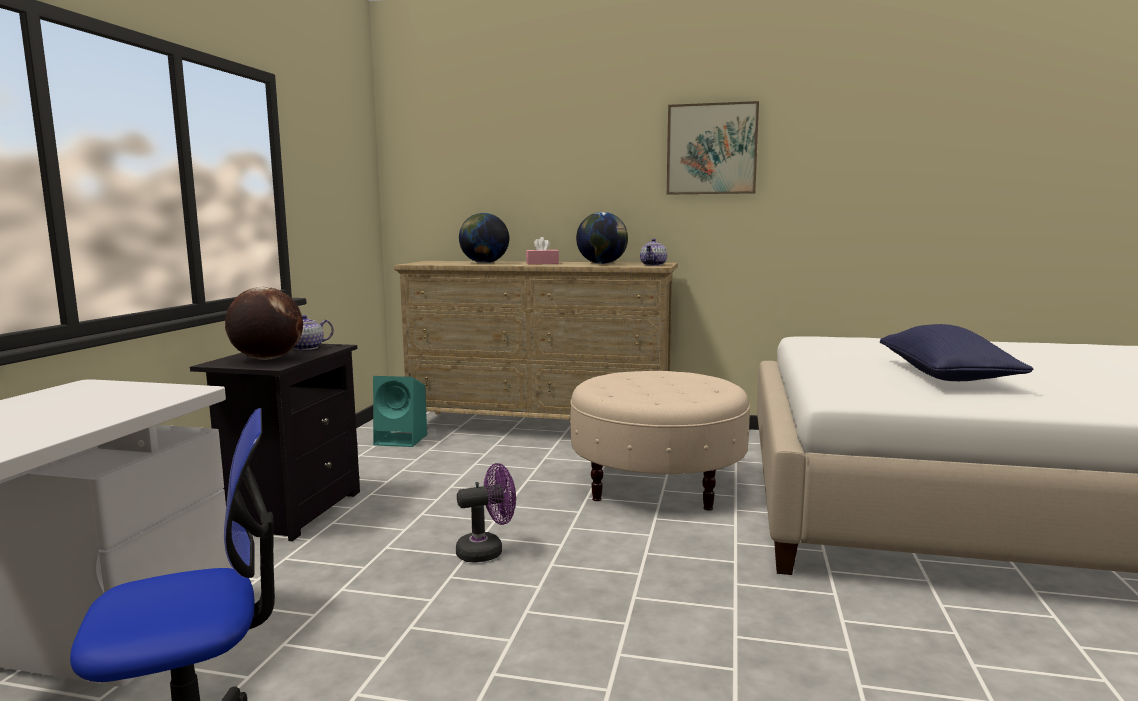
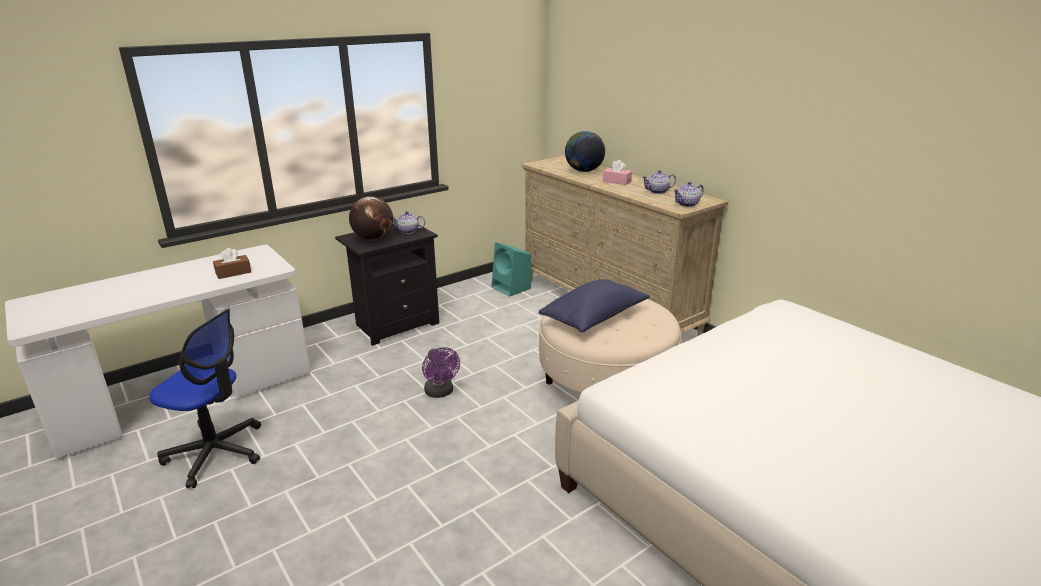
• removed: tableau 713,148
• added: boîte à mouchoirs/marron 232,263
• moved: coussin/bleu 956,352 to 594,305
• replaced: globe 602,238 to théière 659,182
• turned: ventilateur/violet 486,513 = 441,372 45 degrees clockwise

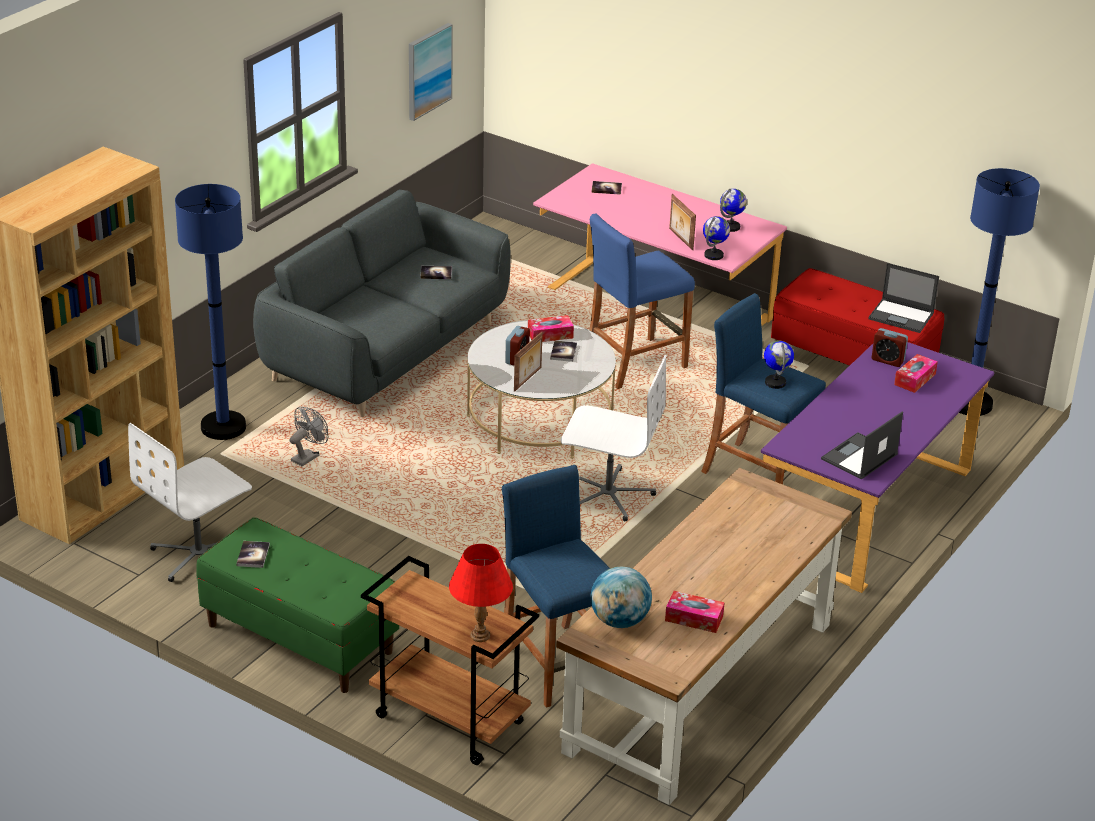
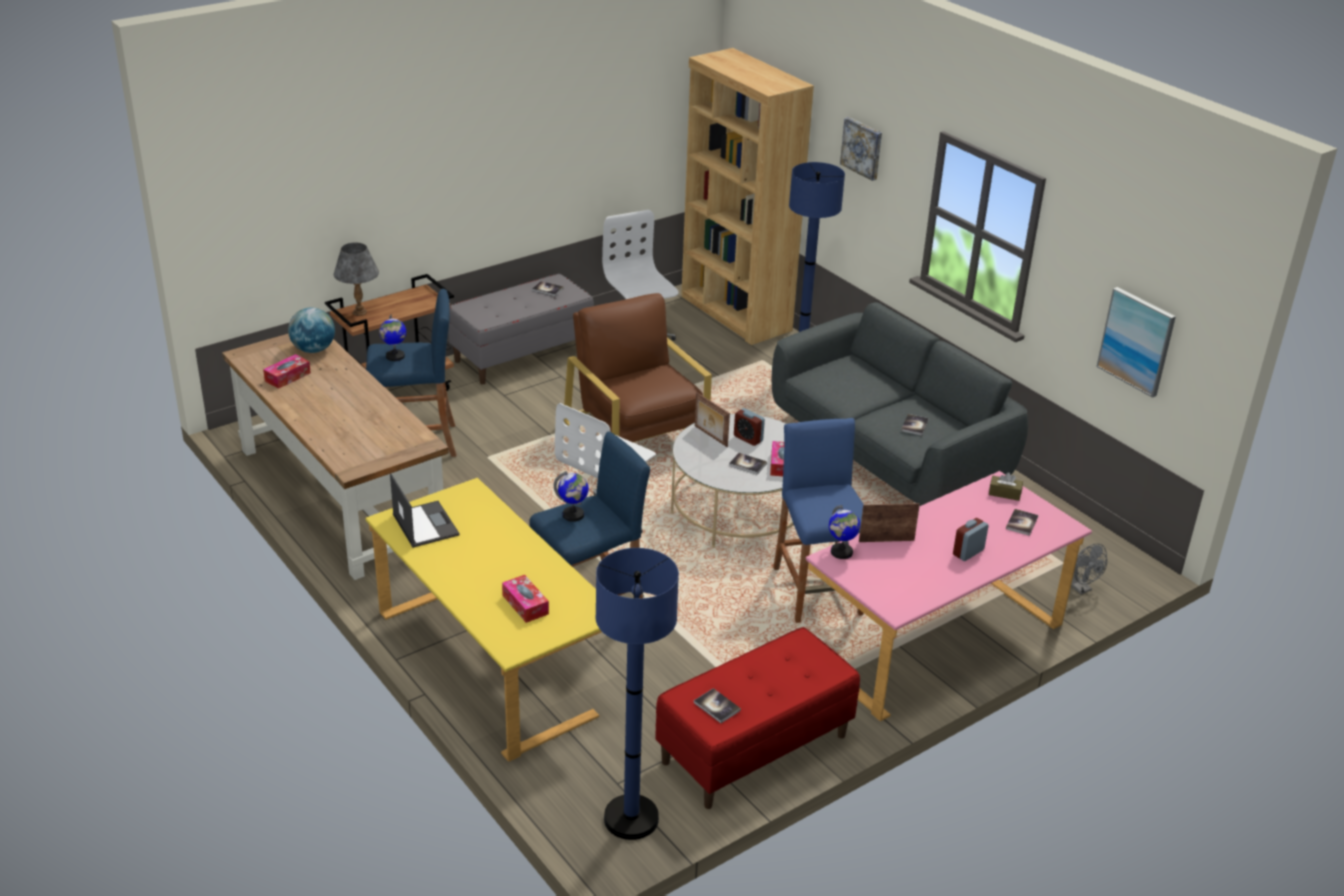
• added: fauteuil/marron 638,367
• added: tableau 861,149
• added: boîte à mouchoirs/marron 1006,486
• moved: ventilateur/gris 309,436 to 1089,569
• moved: globe 733,210 to 393,337
• moved: réveil 889,347 to 971,539
• replaced: ordinateur portable 903,298 to livre 717,705
• recoloured: banc/vert 298,605 to banc/gris 521,329
• recoloured: lampe de table/rouge 481,593 to lampe de table/gris 356,279
• recoloured: bureau/violet 877,467 to bureau/jaune 483,620

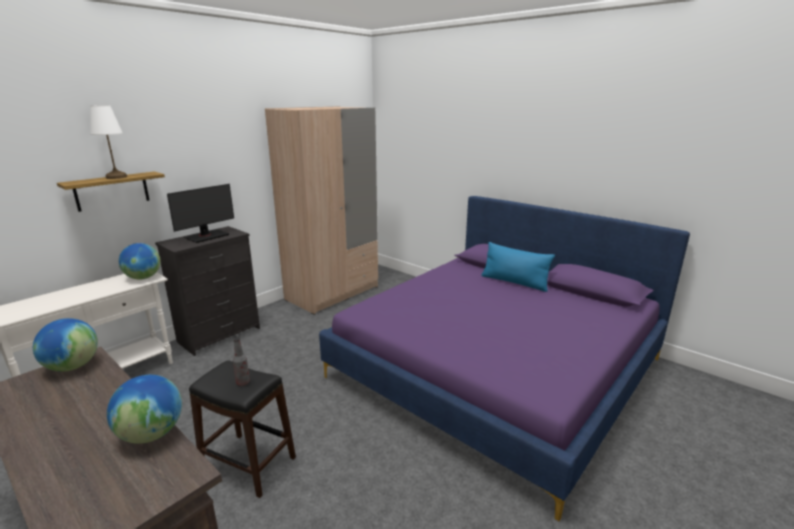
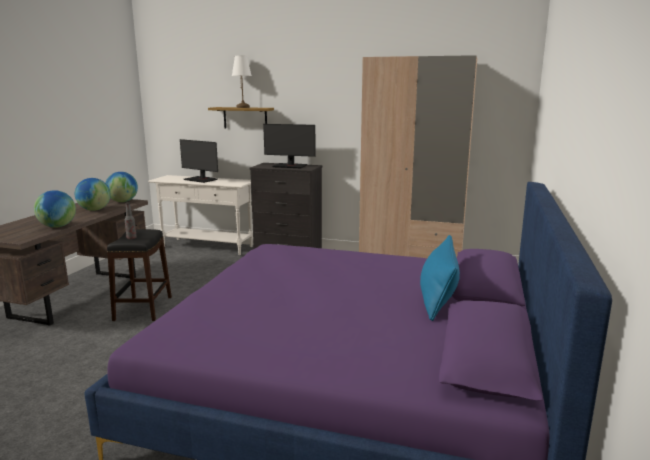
• added: écran d'ordinateur 199,161
• moved: globe 140,261 to 93,194

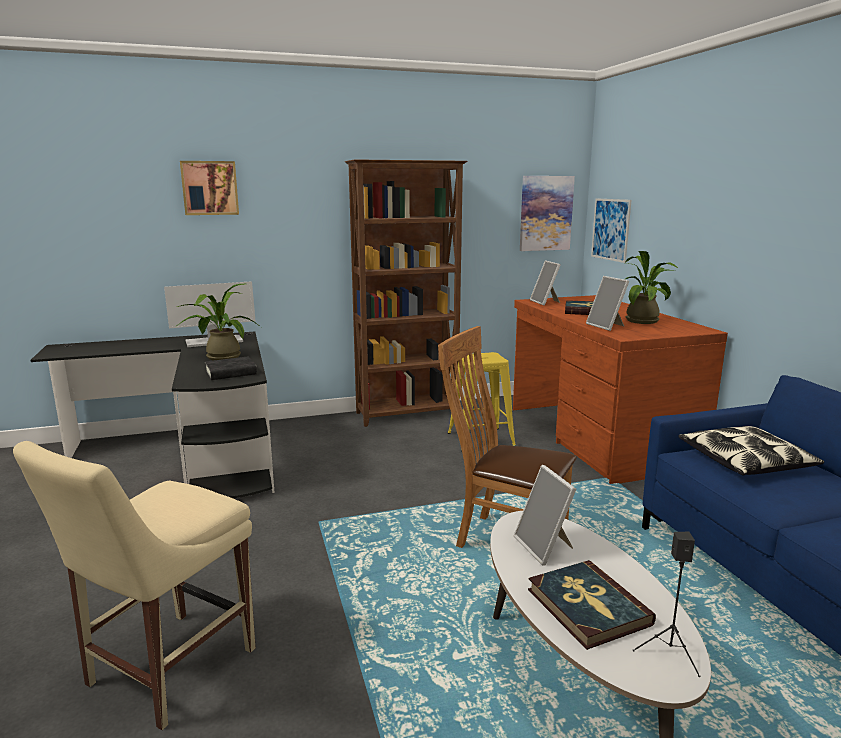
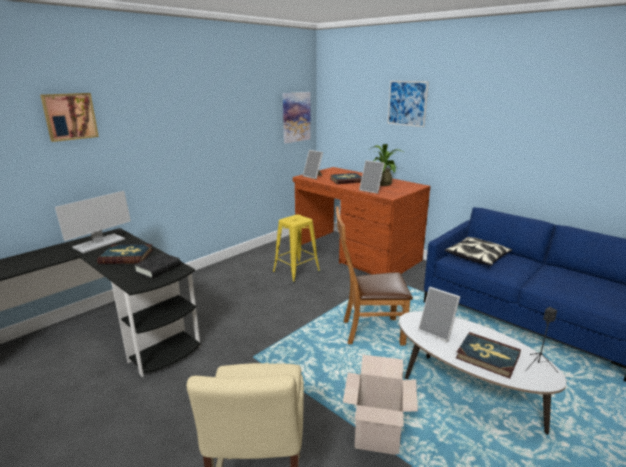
• removed: bibliothèque/marron 406,293
• added: carton 380,405
• moved: tableau 611,230 to 408,104
• replaced: plante en pot 218,322 to livre 125,254

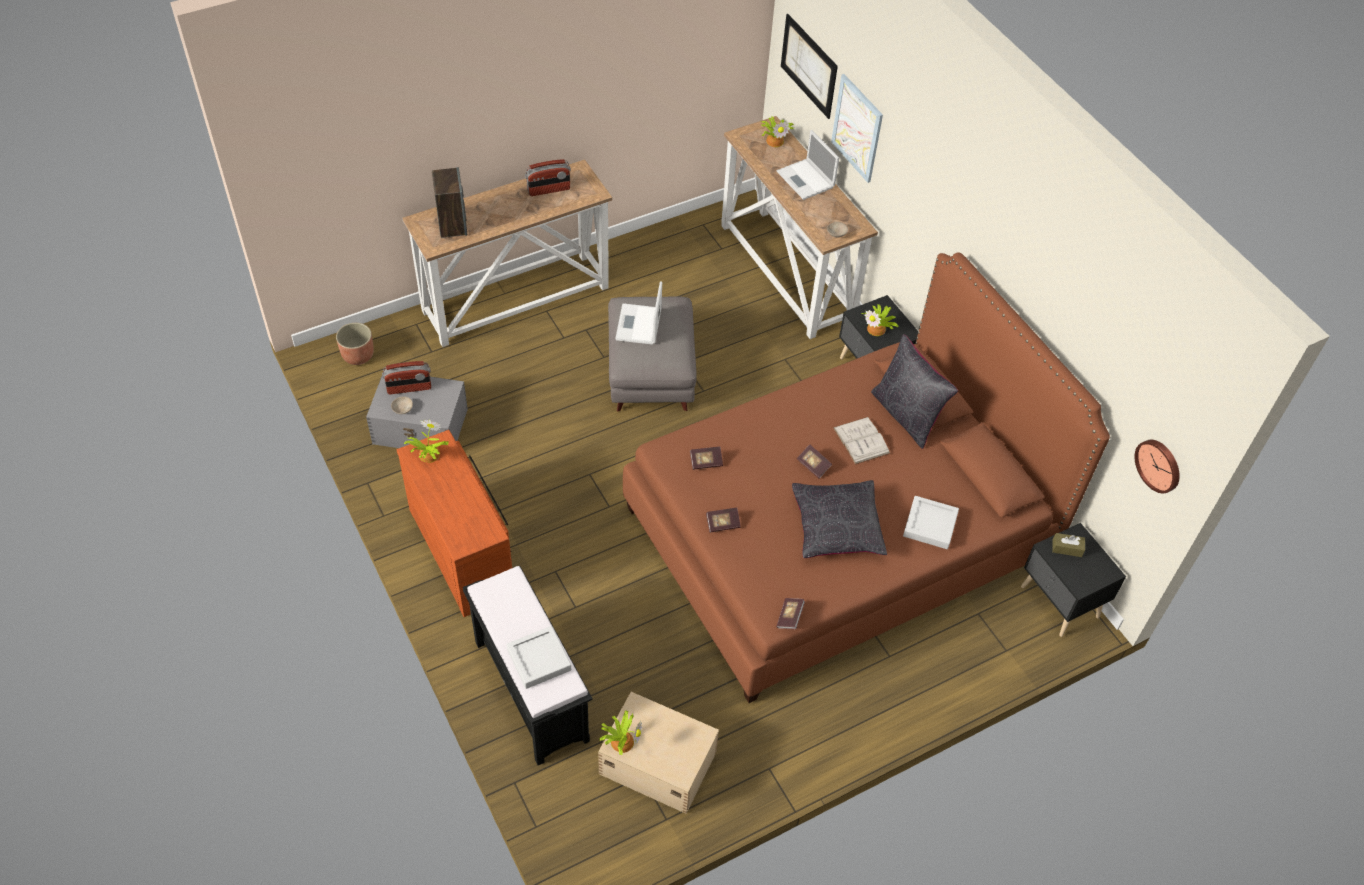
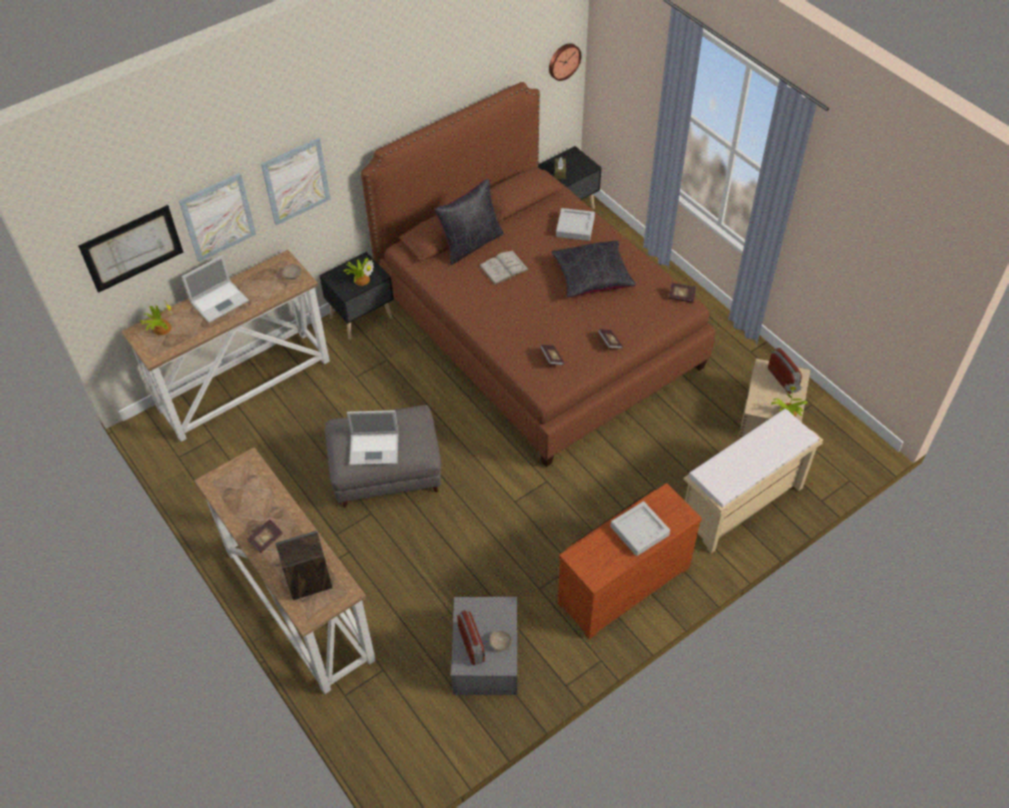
• removed: cache-pot 355,344
• removed: plante en pot 426,441
• added: tableau 296,181
• moved: plateau/gris 539,657 to 640,528
• moved: radio 548,177 to 785,371
• moved: livre 814,461 to 265,536
• recoloured: banc/noir 528,665 to banc/beige 753,481

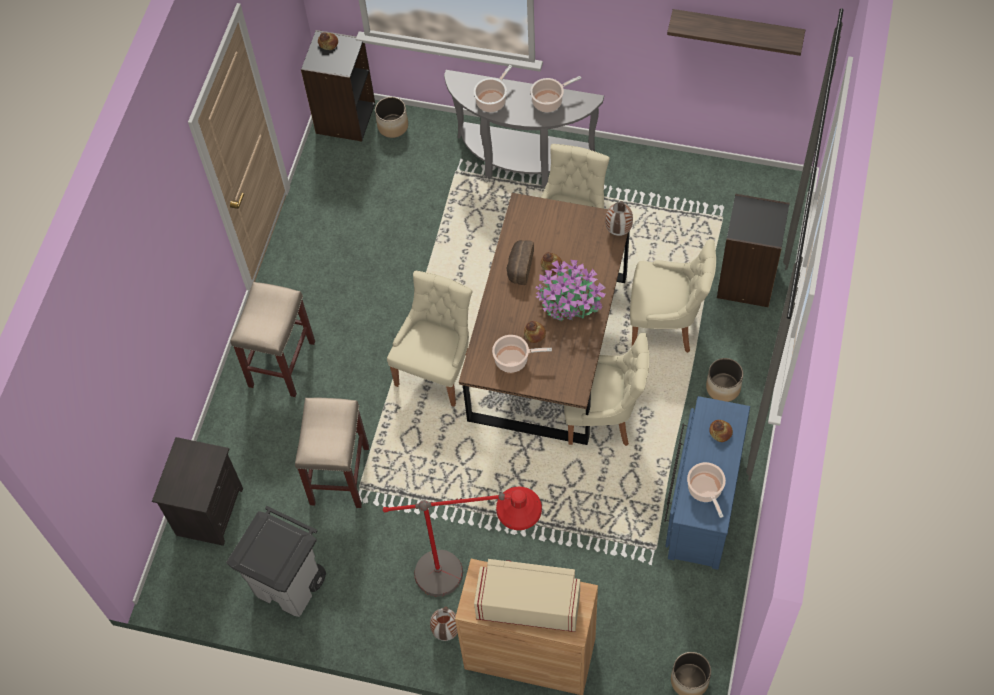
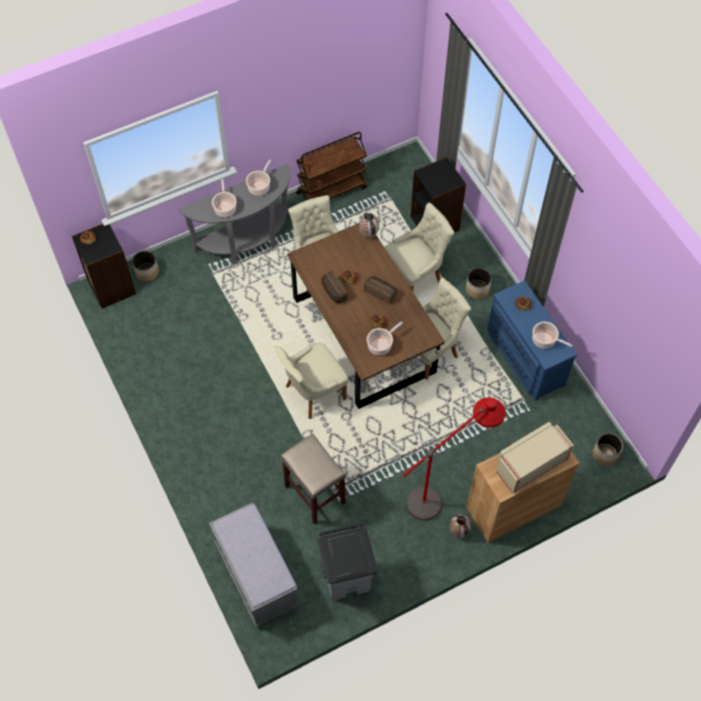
• removed: tabouret/beige 272,339
• removed: étagère 736,32
• added: chariot/marron 331,166
• replaced: table de chevet/noir 197,491 to banc/gris 254,564
• replaced: plante en pot 571,290 to pain 380,290
• turned: chaise/beige 429,339 = 311,380 105 degrees counterclockwise

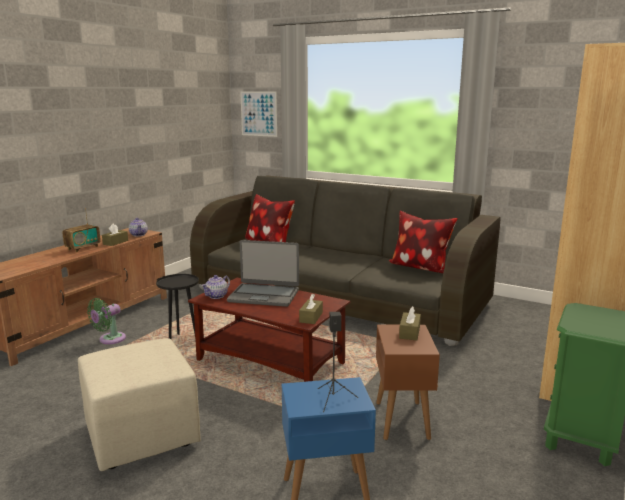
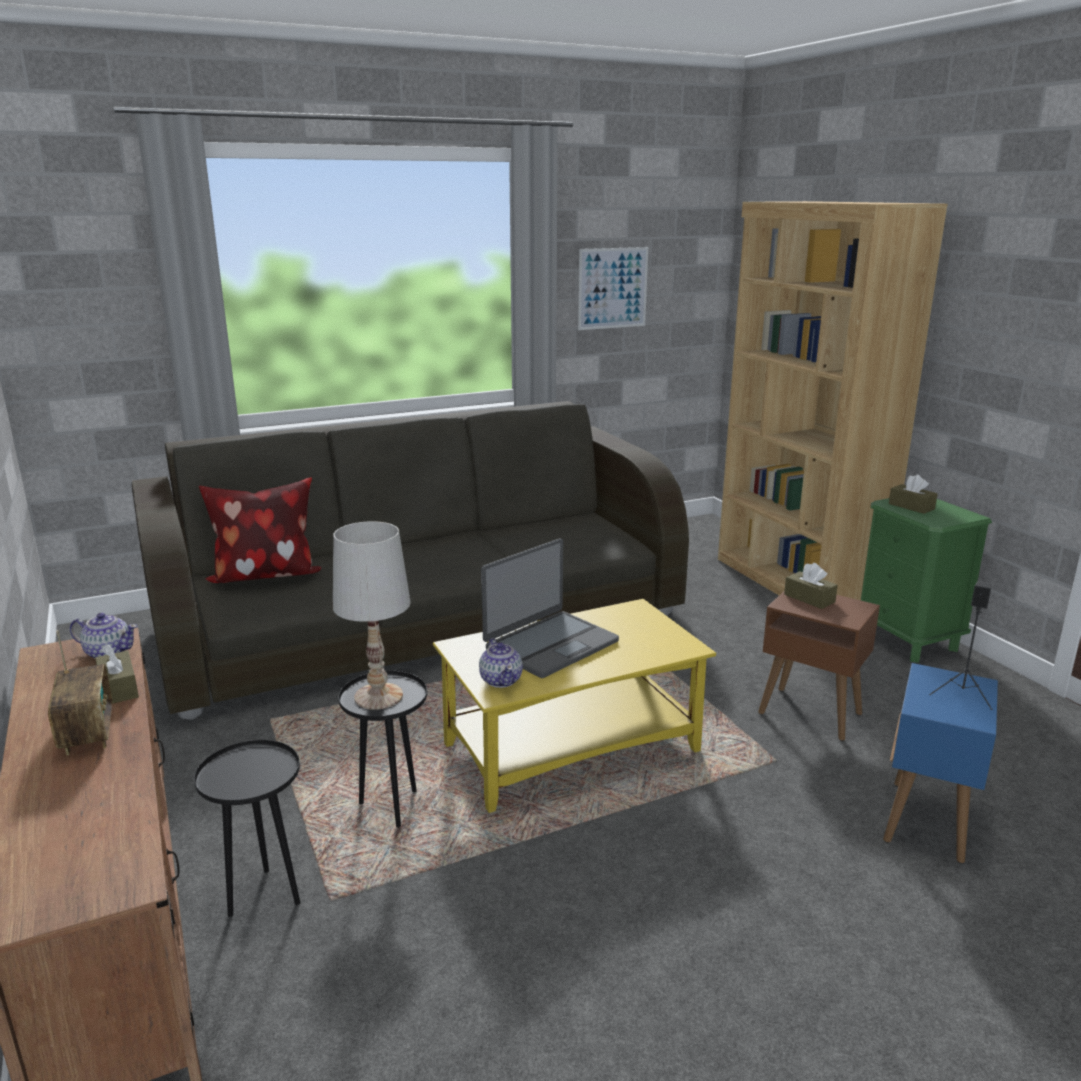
• removed: pouf/beige 139,404
• removed: coussin 423,241
• added: lampe de table/blanc 372,615
• moved: tableau 258,114 to 613,288
• moved: boîte à mouchoirs/marron 311,309 to 913,494
• replaced: ventilateur/vert 106,321 to table d'appoint/noir 247,828
• recoloured: table basse/marron 269,330 to table basse/jaune 574,706

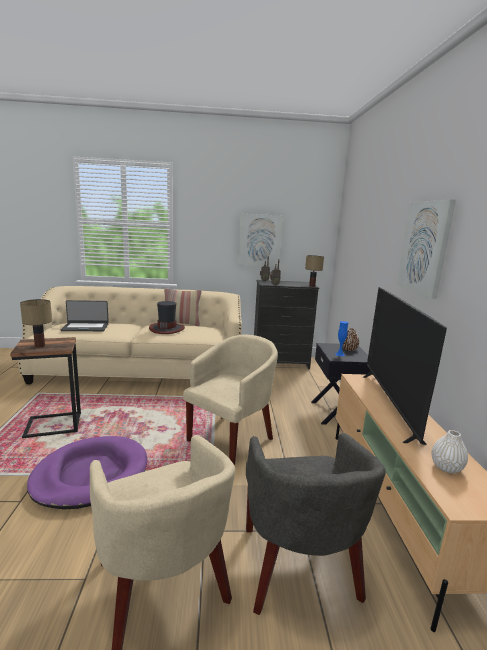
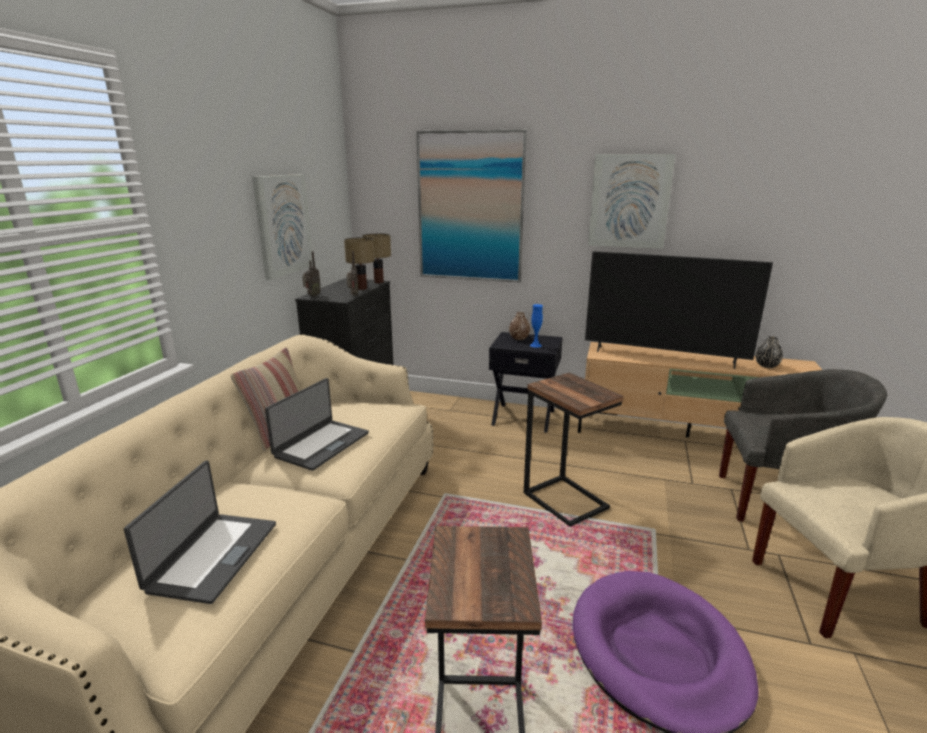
• added: tableau 471,205
• moved: lampe de table 36,323 to 359,263
• replaced: chapeau 167,317 to ordinateur portable 317,424
• replaced: fauteuil/beige 230,400 to table d'appoint 574,450
• recoloured: vase/blanc 450,451 to vase/noir 769,352

